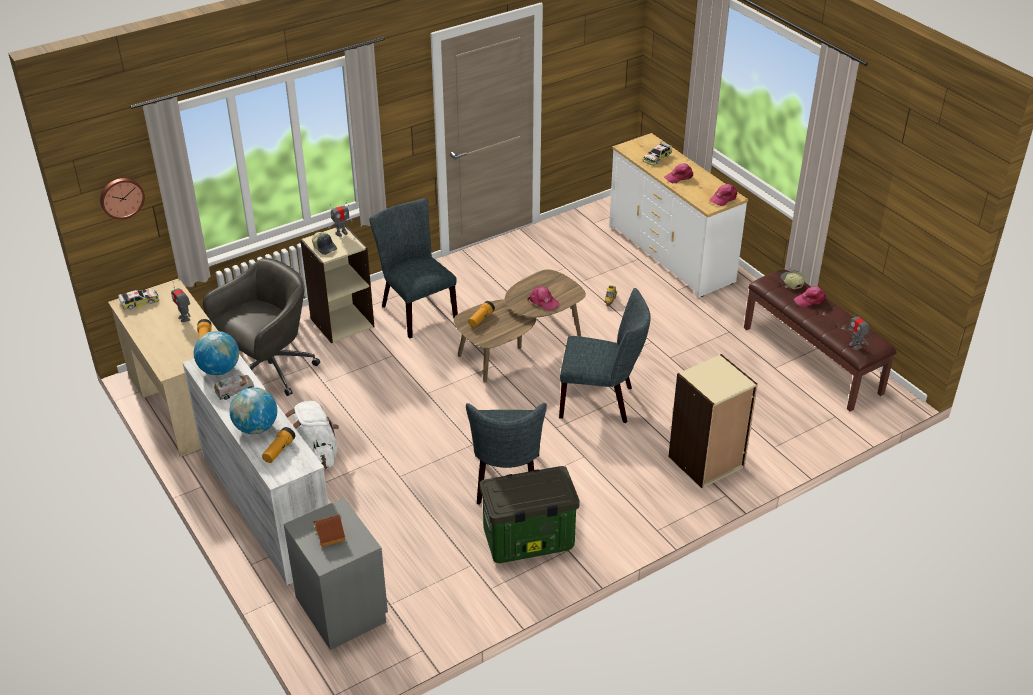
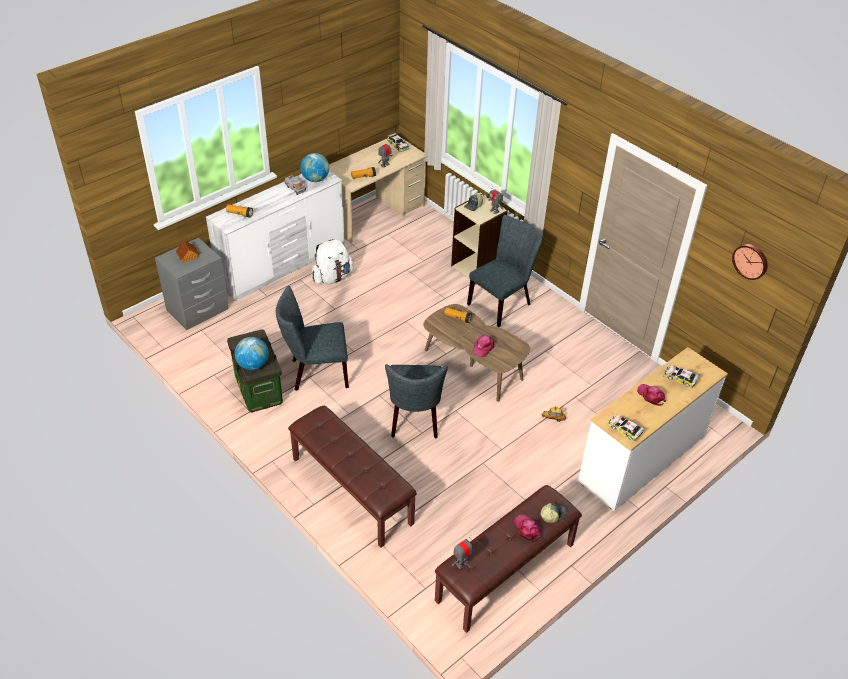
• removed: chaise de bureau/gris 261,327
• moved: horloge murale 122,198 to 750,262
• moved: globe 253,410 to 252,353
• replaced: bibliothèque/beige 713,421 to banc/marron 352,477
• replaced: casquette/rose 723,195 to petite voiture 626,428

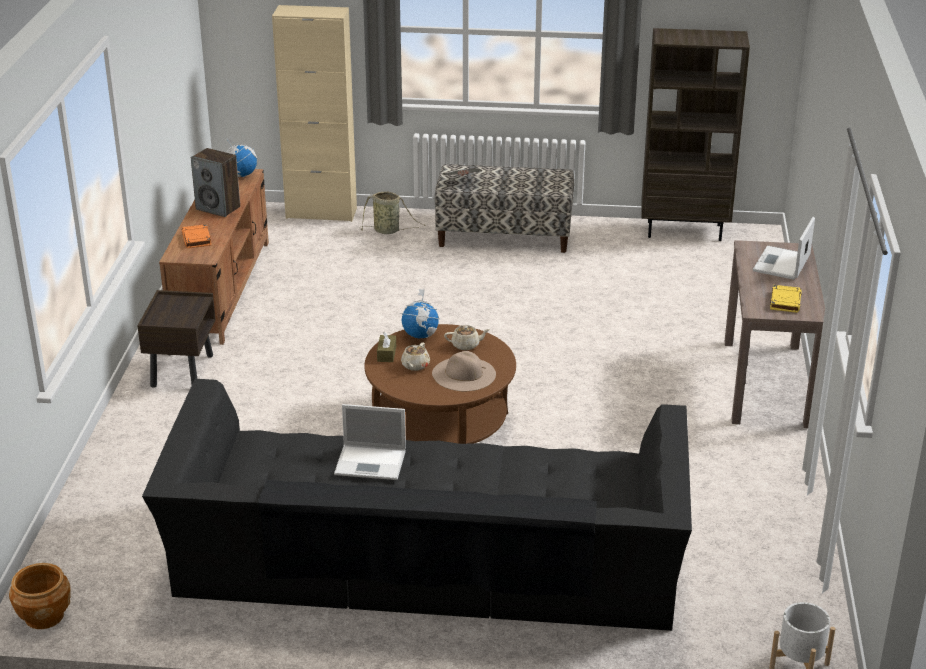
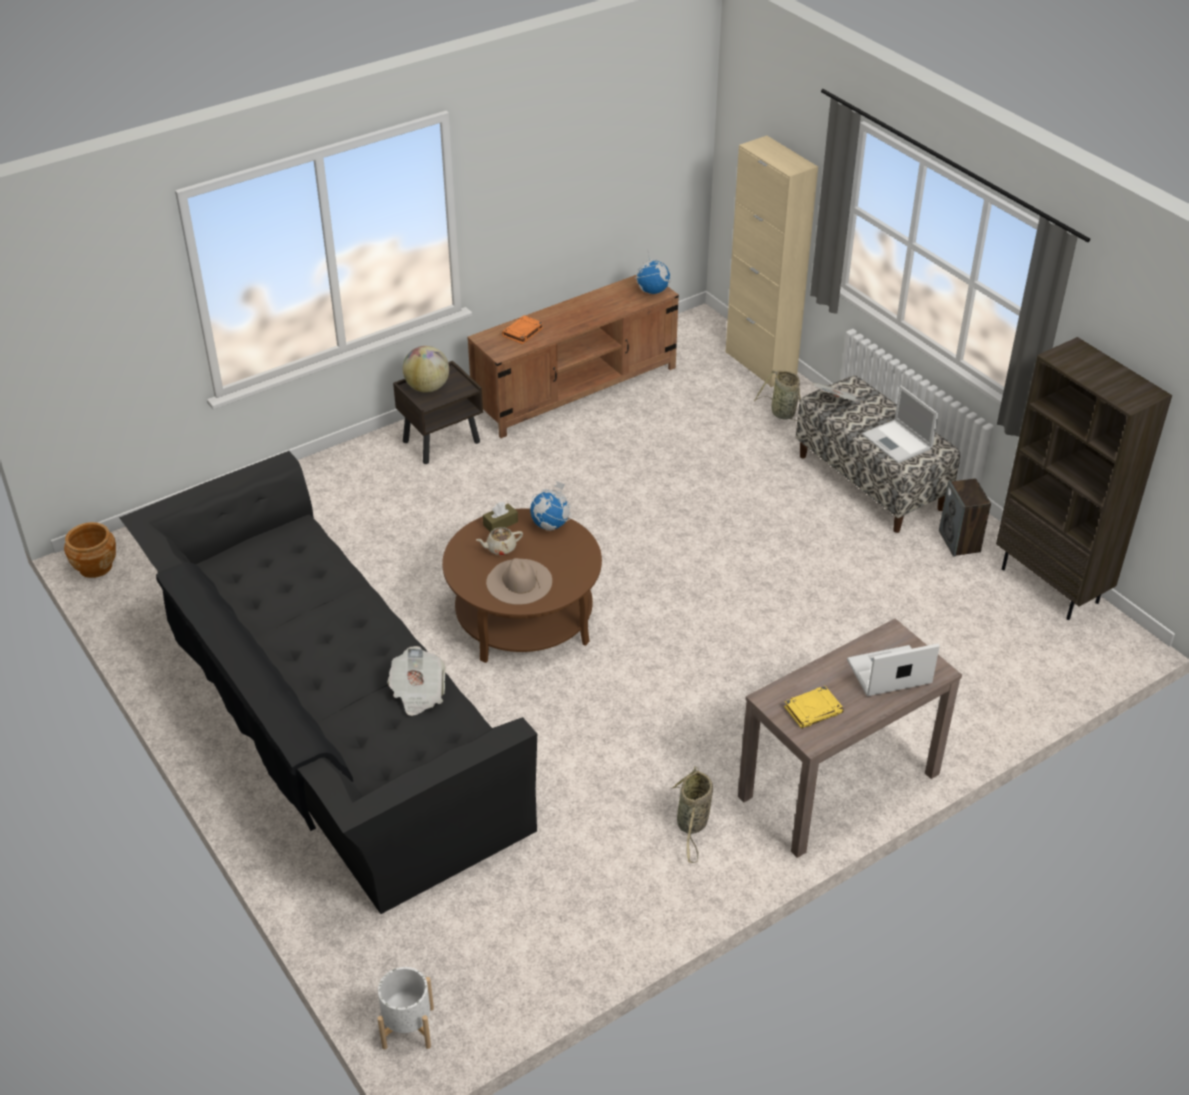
• removed: théière/beige 467,337
• added: journal 416,681
• added: globe 426,369
• added: panier 692,814
• moved: enceinte 215,182 to 965,517
• moved: ordinateur portable 370,442 to 900,424

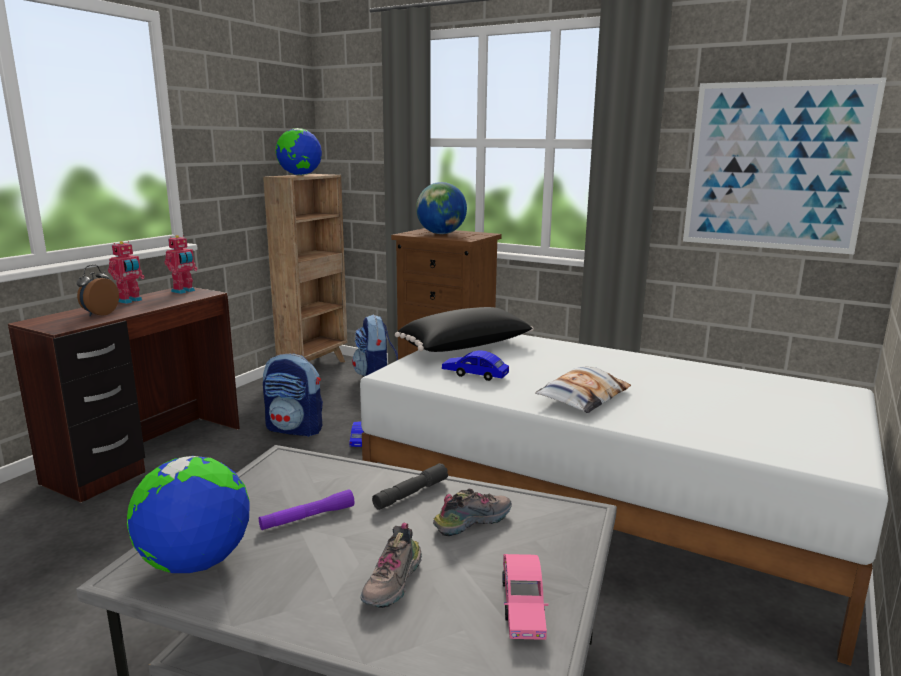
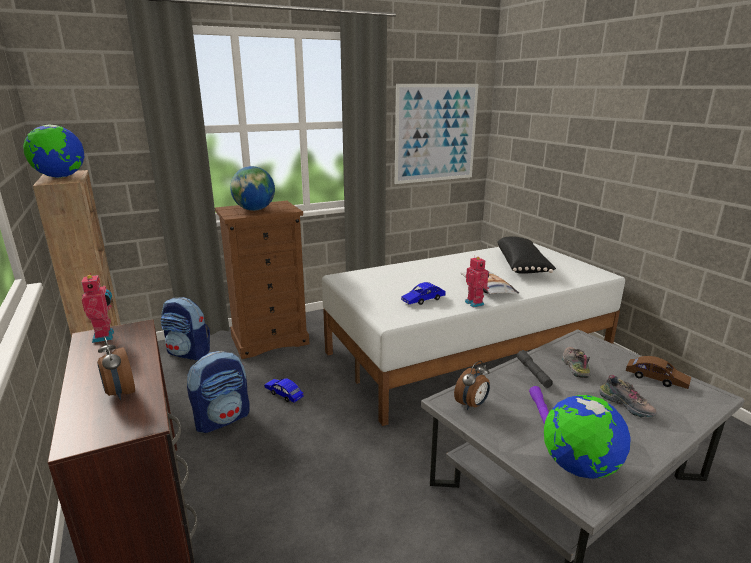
• added: réveil 472,385
• moved: robot jouet 126,272 to 477,282
• moved: coussin/noir 464,329 to 526,255
• recoloured: petite voiture/rose 525,597 to petite voiture/marron 658,372

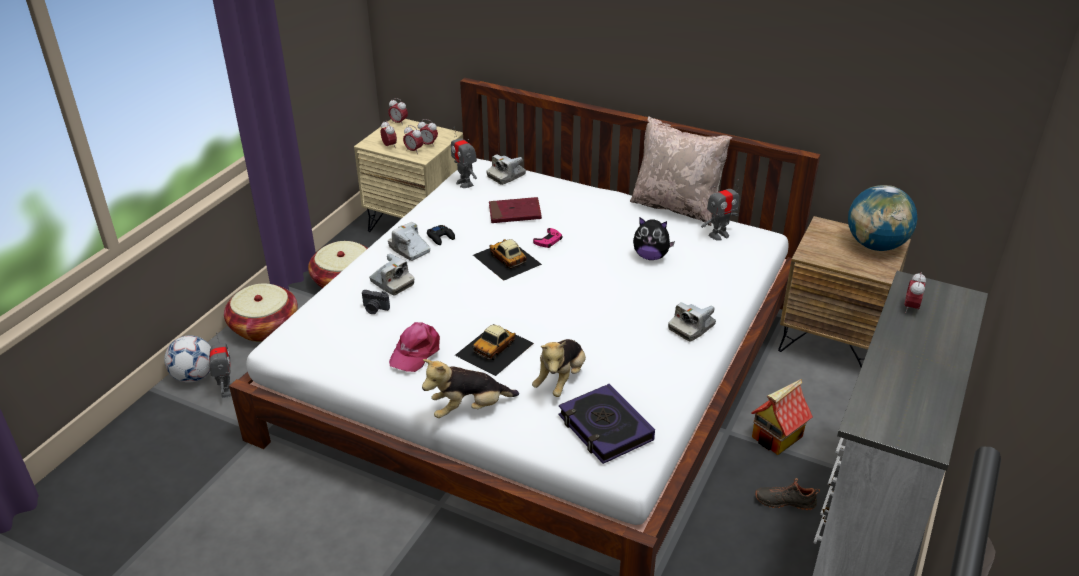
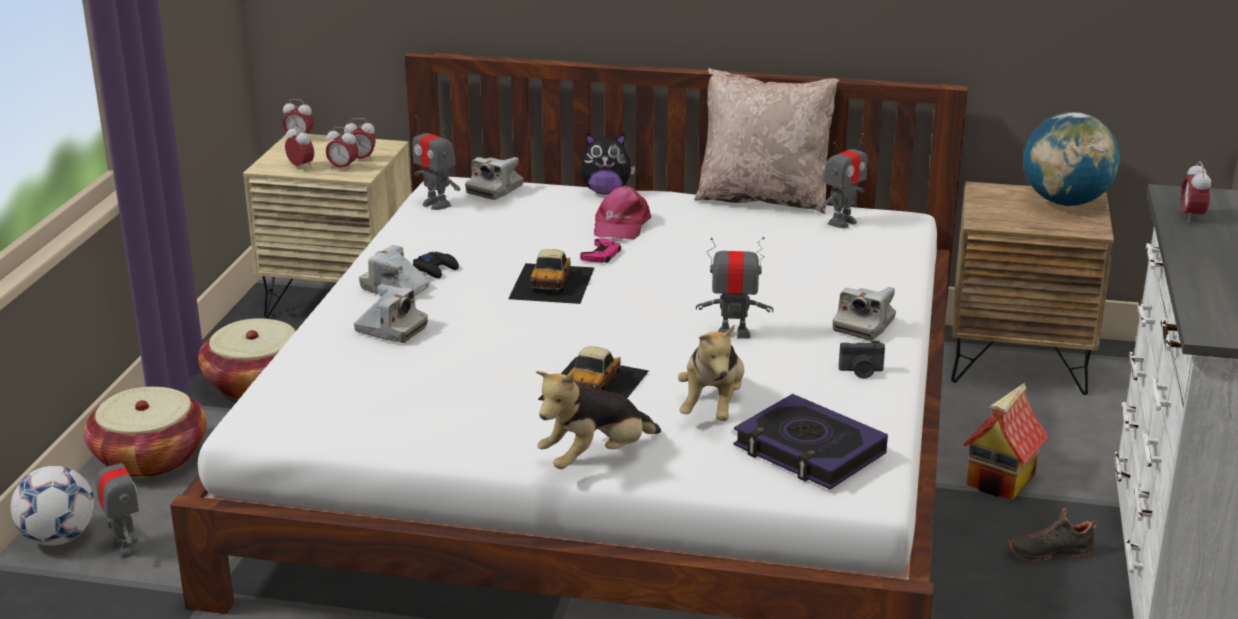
• removed: livre/rouge 515,210
• added: robot jouet 734,288
• moved: appareil photo 376,302 to 862,359
• moved: casquette/rose 414,347 to 622,213
• moved: peluche 654,238 to 608,164
• turned: petite voiture 507,260 = 551,276 120 degrees counterclockwise

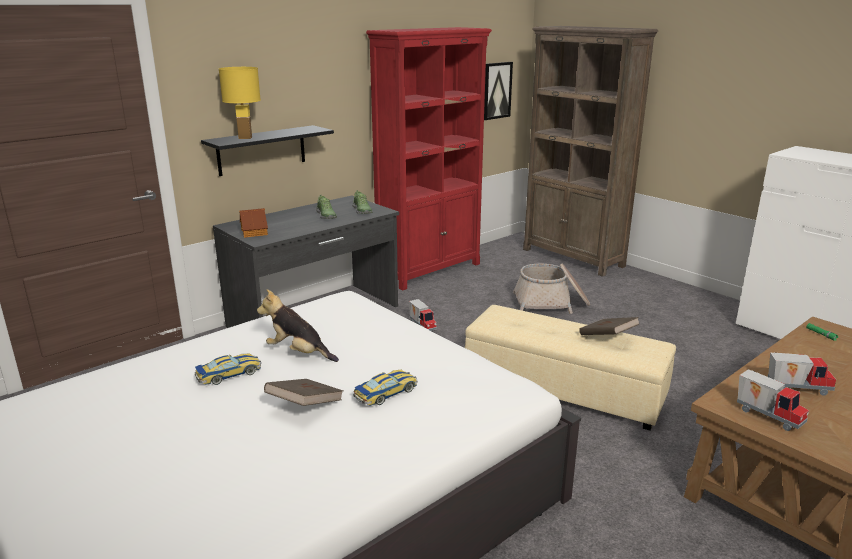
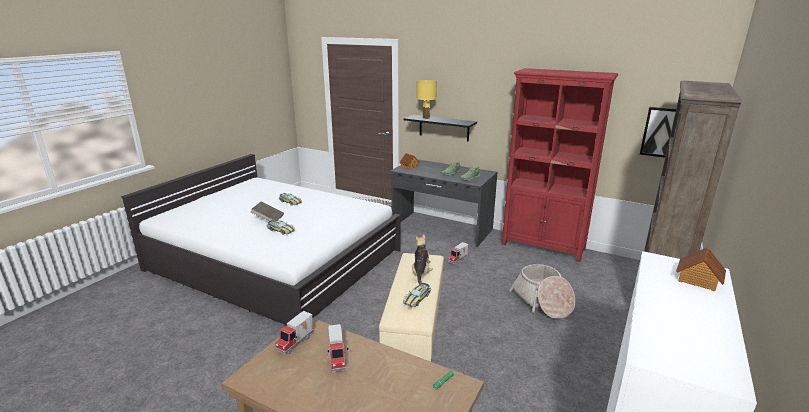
• added: maison miniature 701,269
• moved: peluche 298,325 to 422,260
• replaced: livre/marron 609,326 to petite voiture 417,295

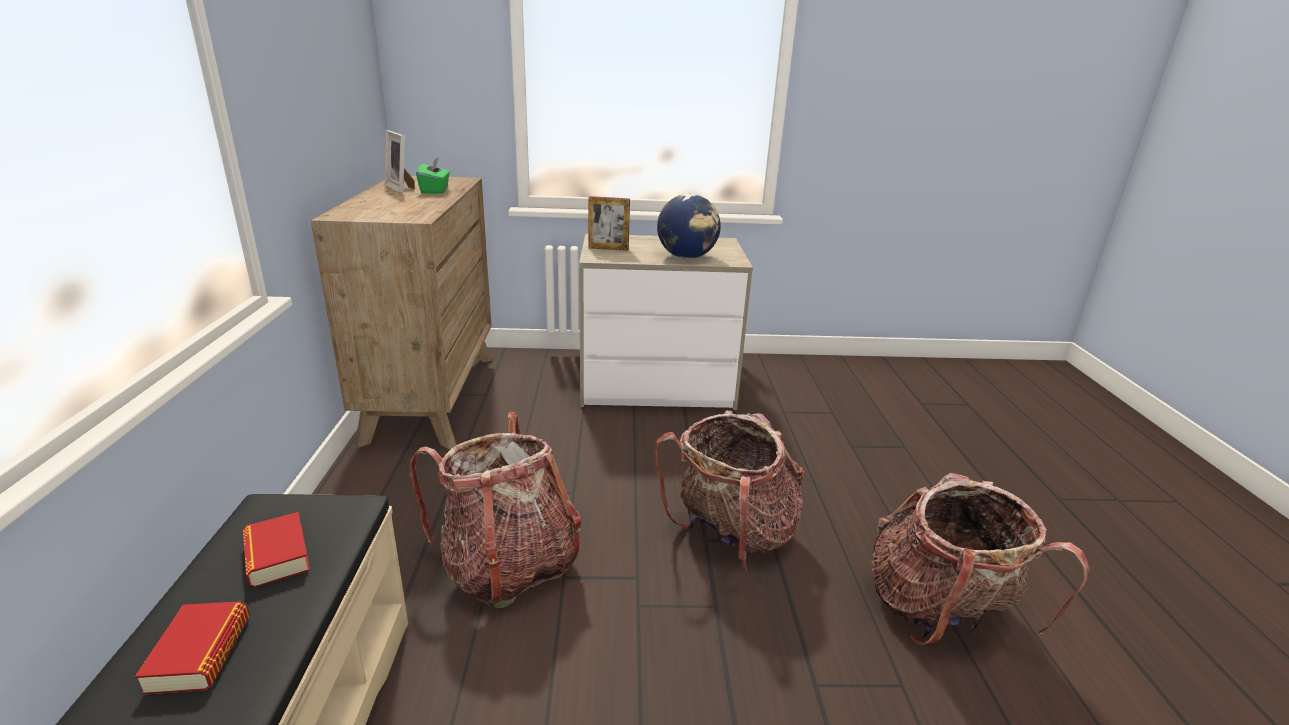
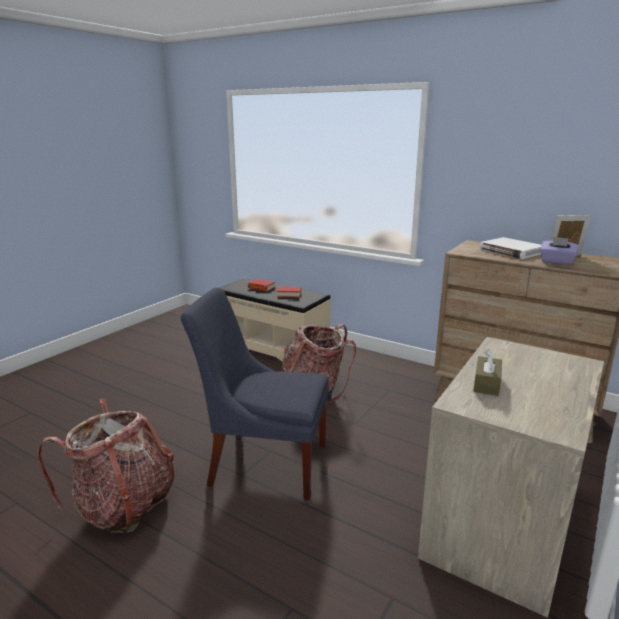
• removed: cadre photo 609,223
• added: livre/blanc 511,248
• replaced: sac à dos 729,490 to chaise/bleu 255,394
• replaced: globe 689,226 to boîte à mouchoirs/marron 488,372
• recoloured: boîte à mouchoirs/vert 433,175 to boîte à mouchoirs/violet 559,251

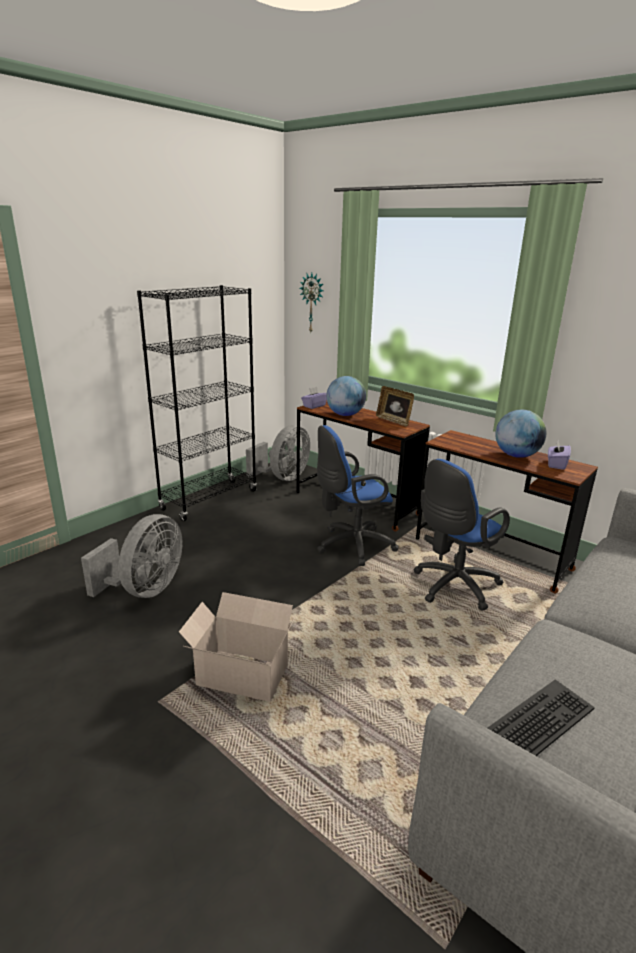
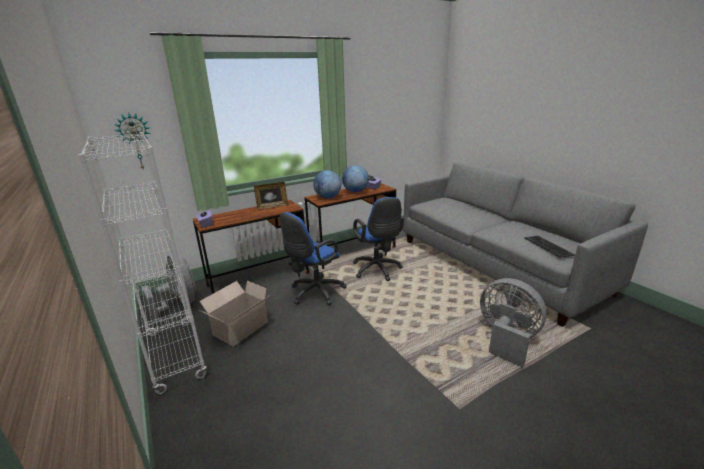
• moved: ventilateur/gris 131,556 to 513,322
• moved: carton 237,647 to 235,314
• moved: globe 346,396 to 327,184
• recoloured: bibliothèque/noir 197,403 to bibliothèque/blanc 143,263
• turned: chaise de bureau/bleu 358,495 = 313,258 45 degrees clockwise

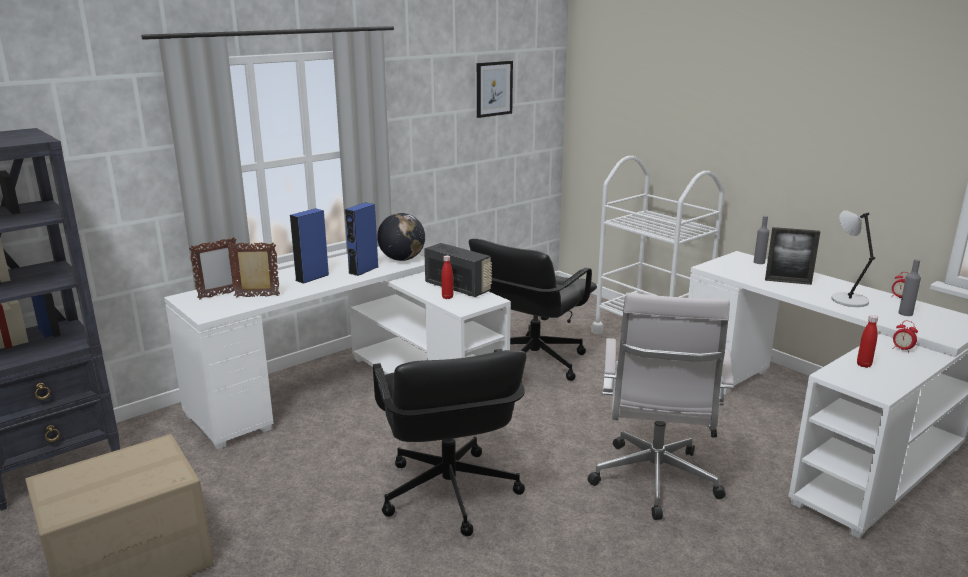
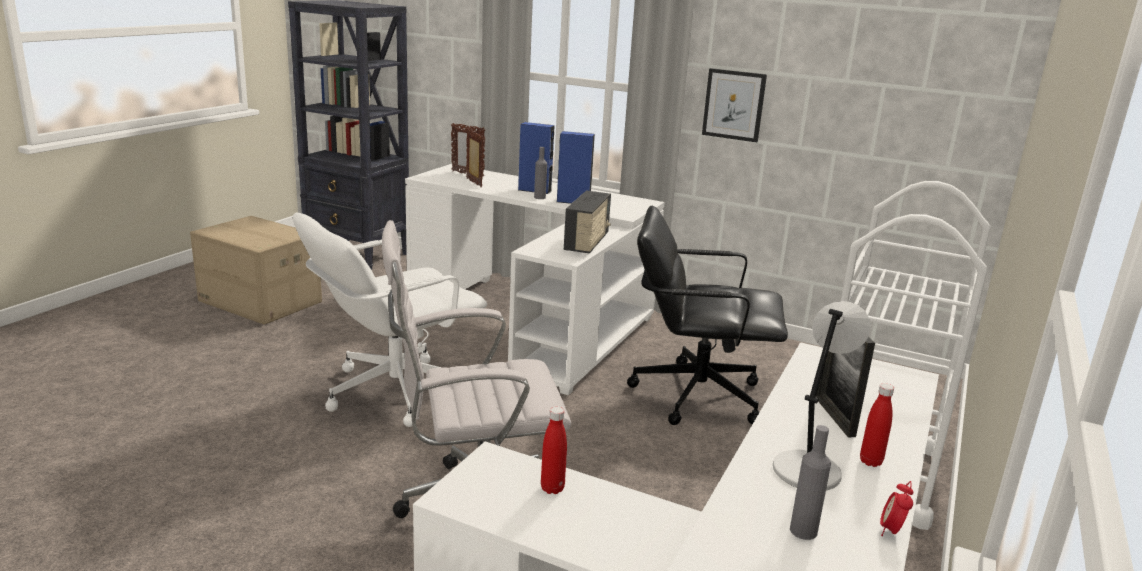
• removed: globe 401,237
• removed: réveil 905,337
• moved: bouteille/rouge 447,277 to 877,425
• moved: tableau 495,89 to 734,105
• moved: bouteille/gris 761,240 to 540,173
• recoloured: chaise de bureau/noir 450,442 to chaise de bureau/blanc 390,320

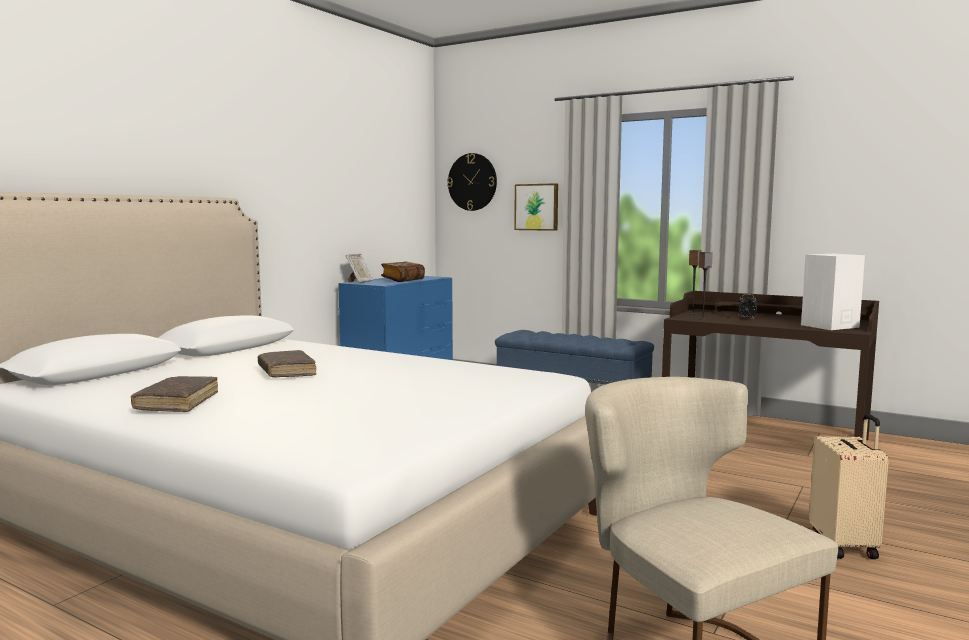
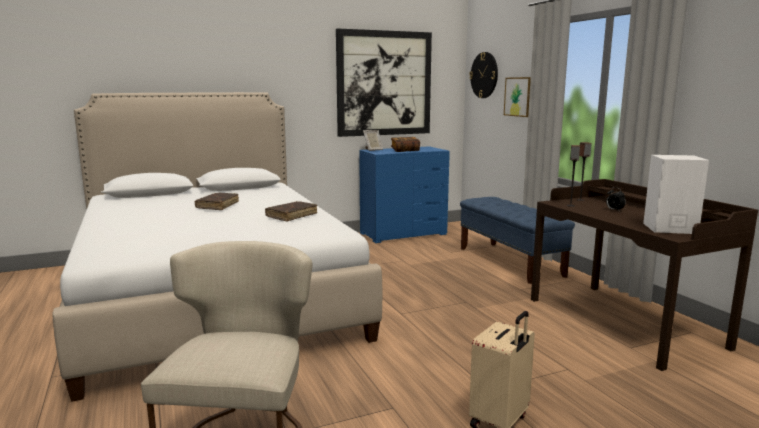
• added: tableau 384,82
• moved: livre/marron 174,394 to 291,211

